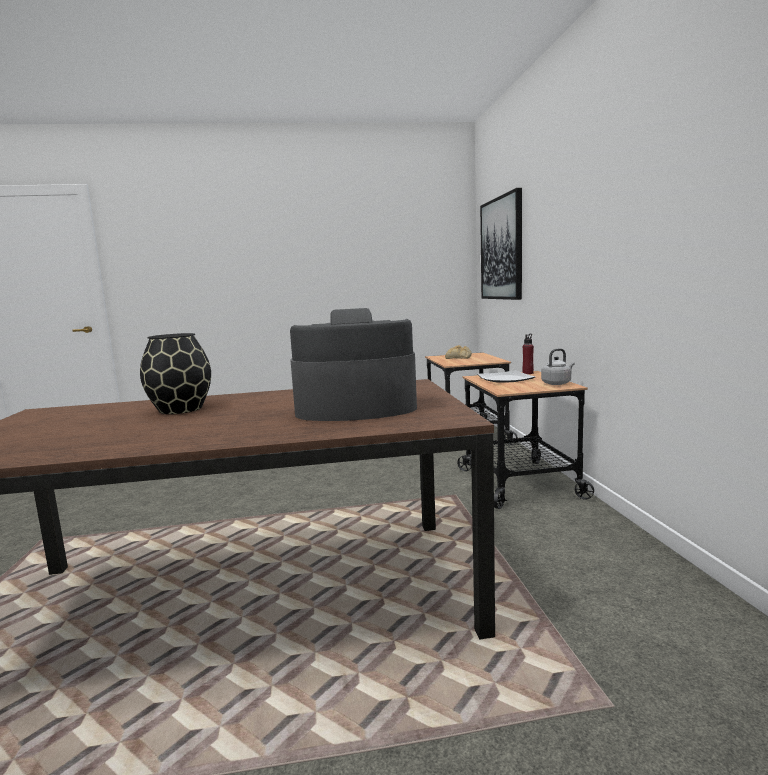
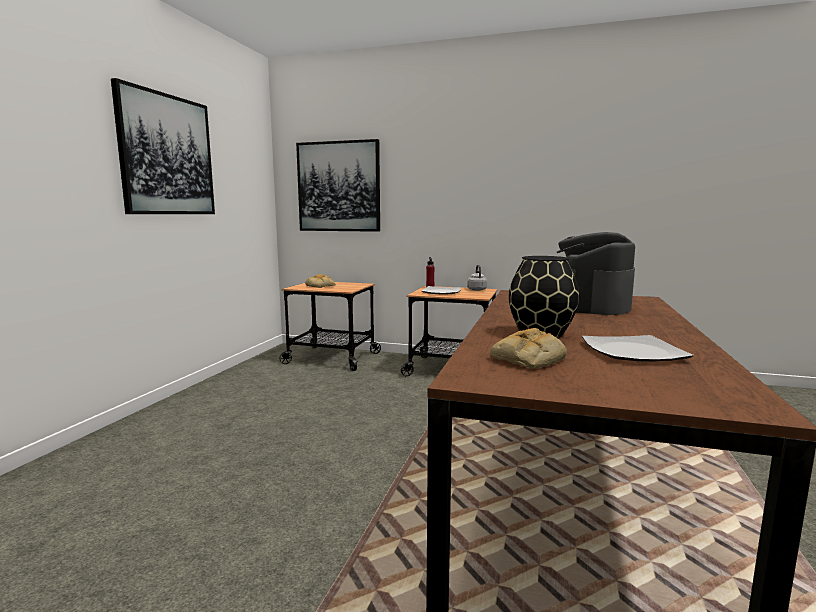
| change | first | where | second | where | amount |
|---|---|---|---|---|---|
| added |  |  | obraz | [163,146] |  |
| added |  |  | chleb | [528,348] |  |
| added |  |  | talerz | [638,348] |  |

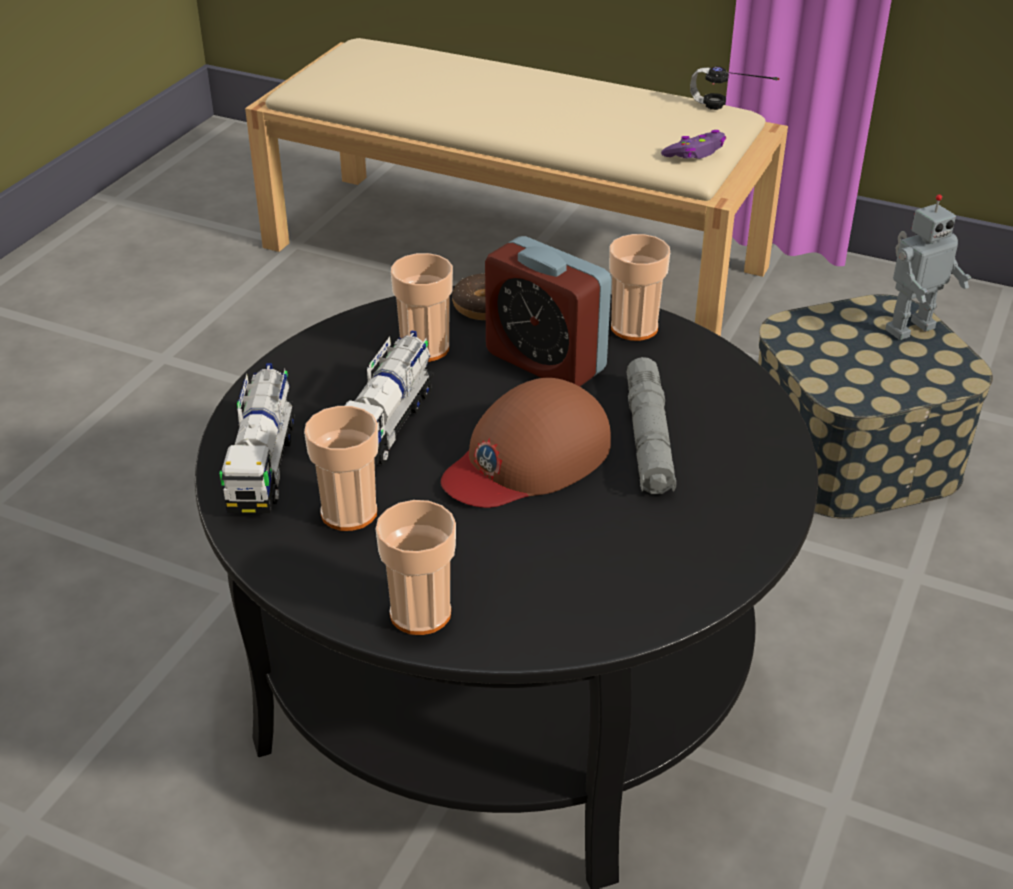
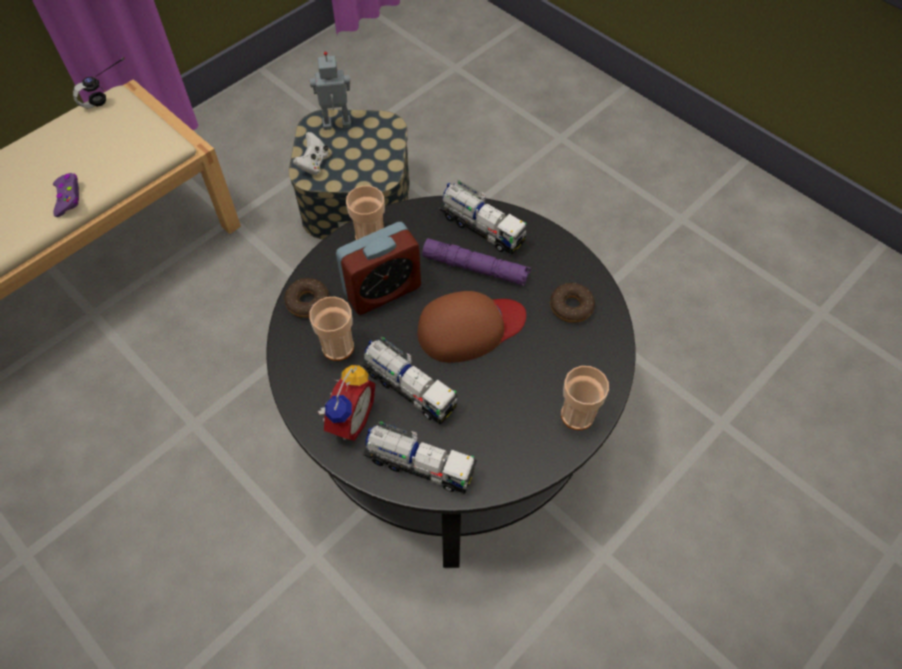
| change | first | where | second | where | amount |
|---|---|---|---|---|---|
| removed | filiżanka | [341,468] |  |  |  |
| turned | czapka z daszkiem [brązowy] | [526,443] |  | [471,327] | 90 degrees counterclockwise |
| recoloured | latarka [szary] | [651,425] | latarka [fioletowy] | [476,262] |  |
| moved | pad do gier [fioletowy] | [693,144] |  | [66,195] |  |
| turned | robot zabawkowy | [928,267] |  | [330,90] | 90 degrees counterclockwise |
| added |  |  | pad do gier [biały] | [310,153] |  |
| added |  |  | budzik | [346,403] |  |
| added |  |  | ciężarówka zabawkowa | [483,217] |  |
| added |  |  | donut | [572,303] |  |

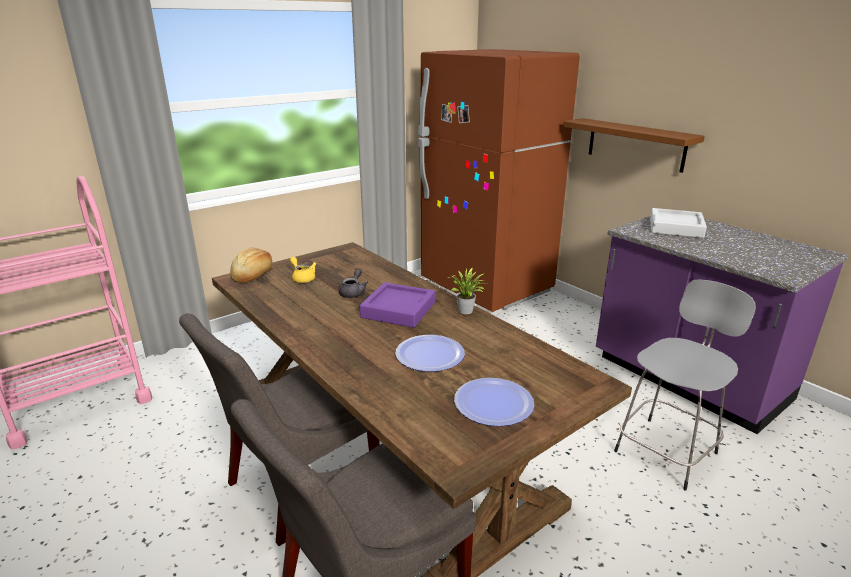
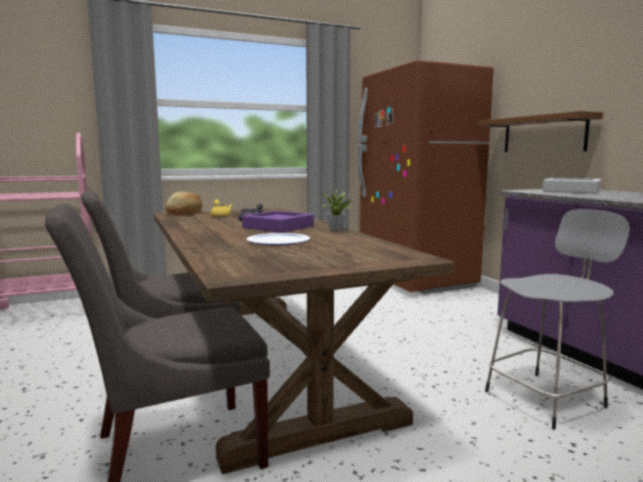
| change | first | where | second | where | amount |
|---|---|---|---|---|---|
| removed | talerz | [494,402] |  |  |  |

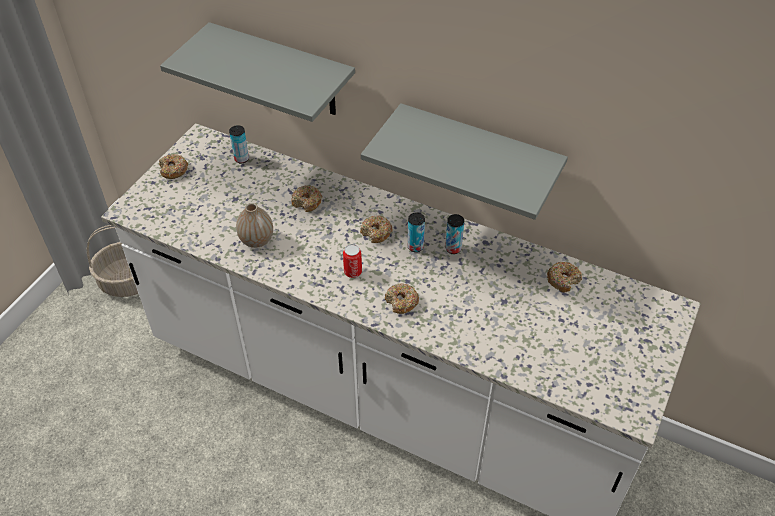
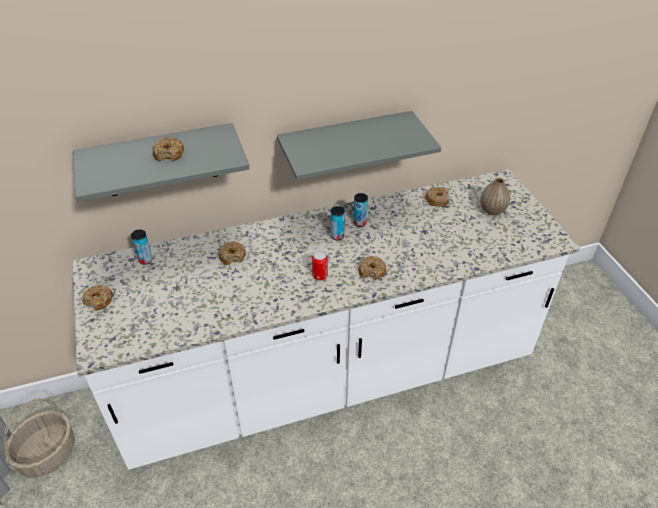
| change | first | where | second | where | amount |
|---|---|---|---|---|---|
| moved | wazon | [254,225] |  | [495,196] |  |
| moved | donut | [376,229] |  | [168,149] |  |

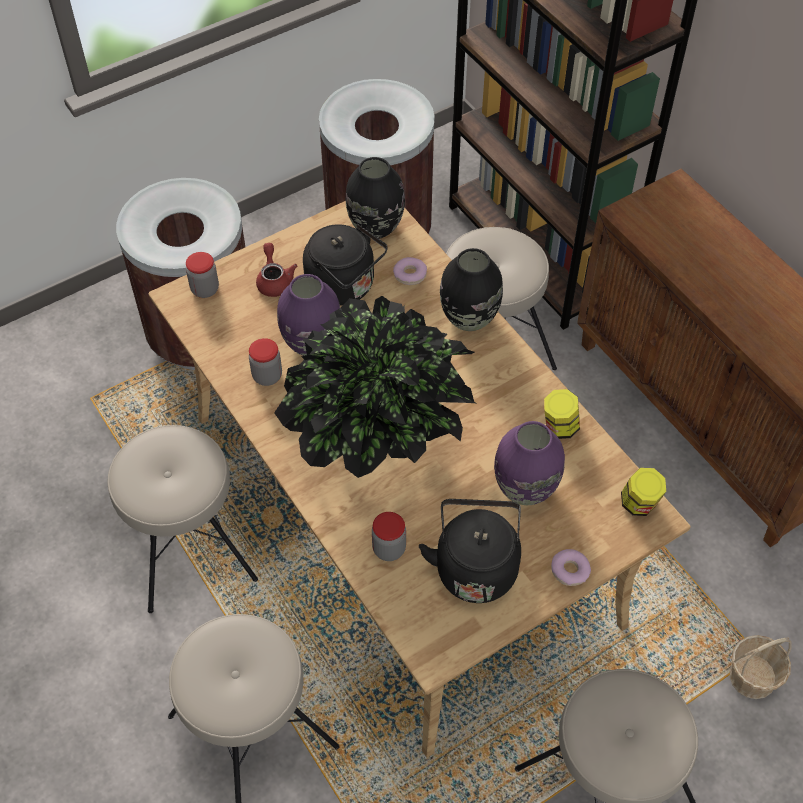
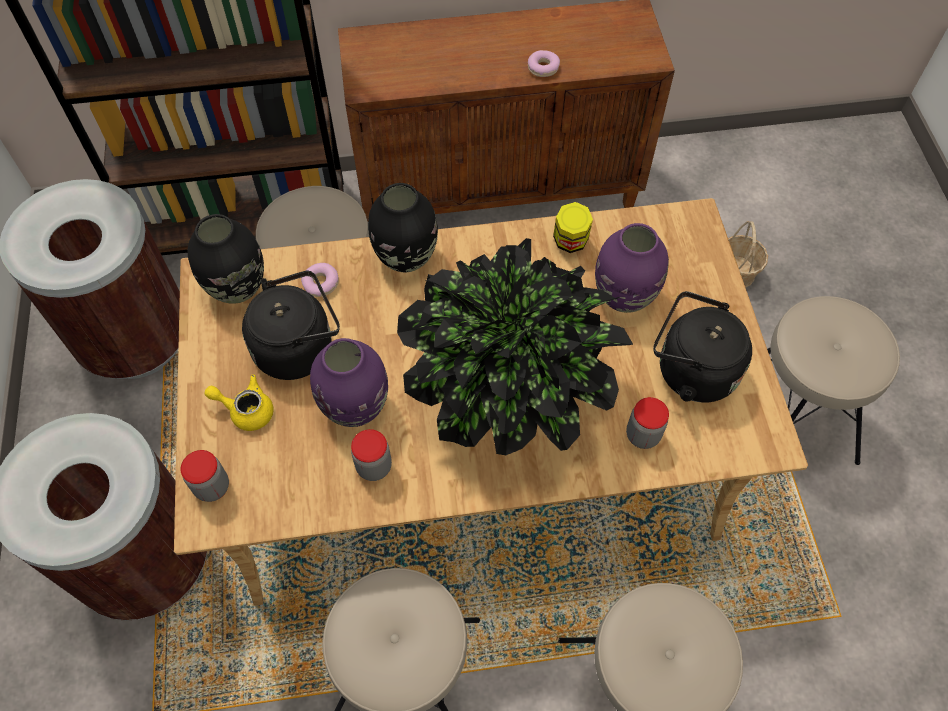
| change | first | where | second | where | amount |
|---|---|---|---|---|---|
| recoloured | imbryk [czerwony] | [276,270] | imbryk [żółty] | [239,403] |  |
| moved | donut | [571,567] |  | [544,63] |  |
| removed | słoik | [643,492] |  |  |  |

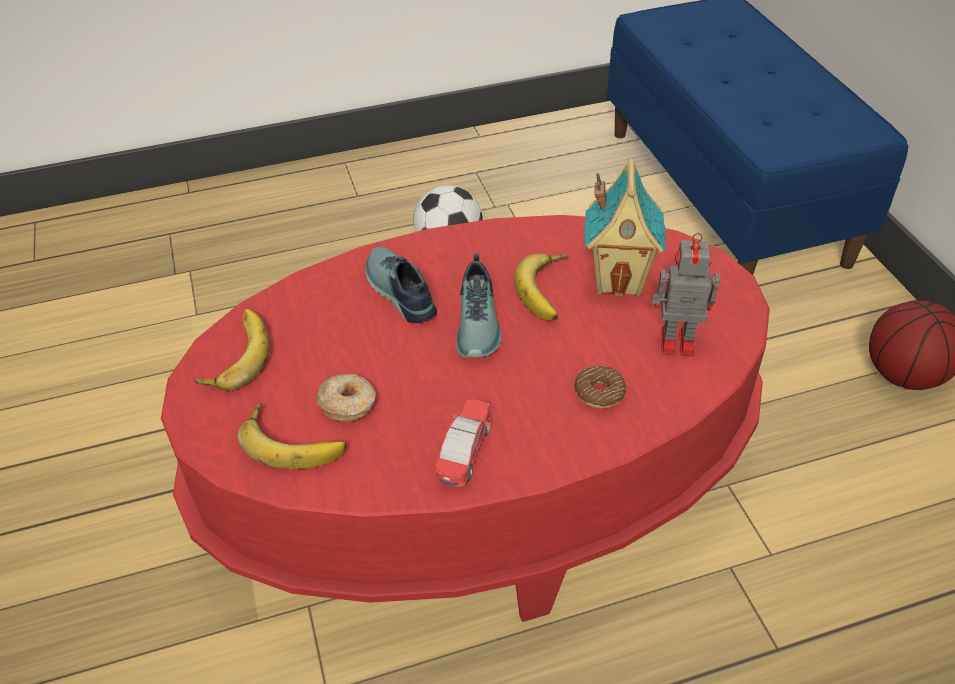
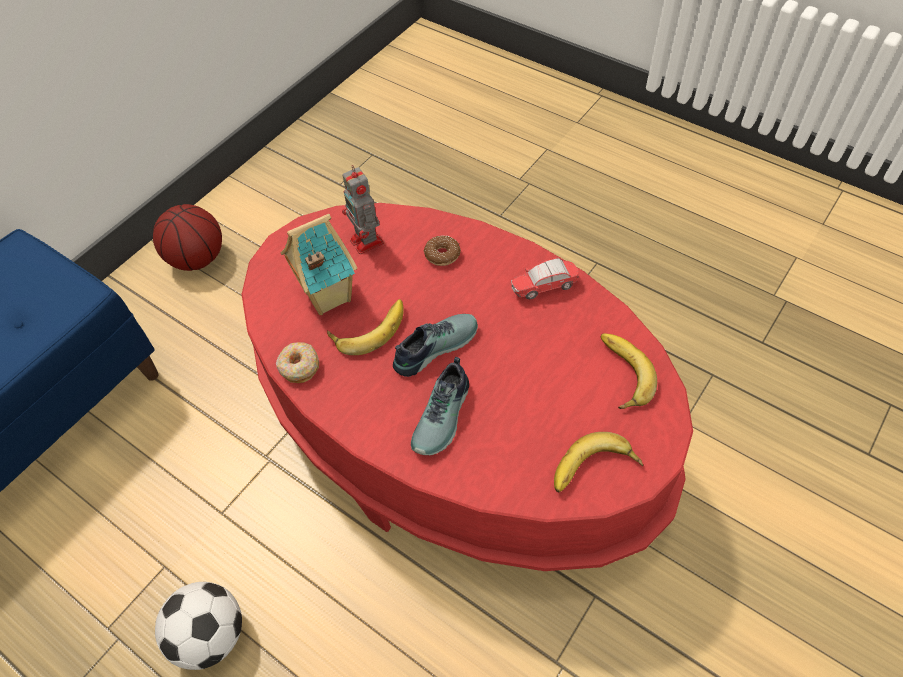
| change | first | where | second | where | amount |
|---|---|---|---|---|---|
| moved | donut | [346,397] |  | [297,362] |  |

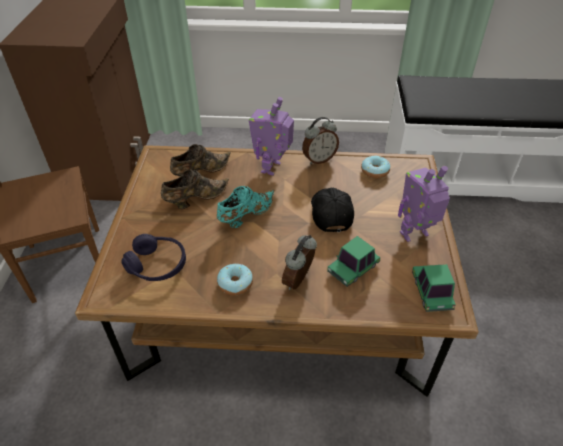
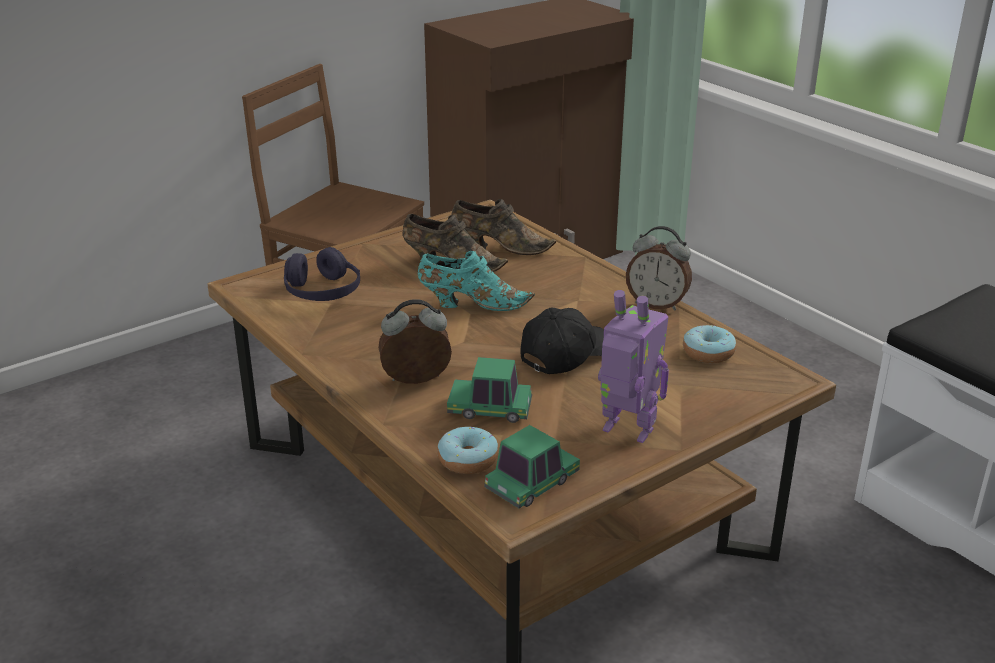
| change | first | where | second | where | amount |
|---|---|---|---|---|---|
| moved | donut | [235,280] |  | [467,450] |  |
| removed | robot zabawkowy | [271,136] |  |  |  |

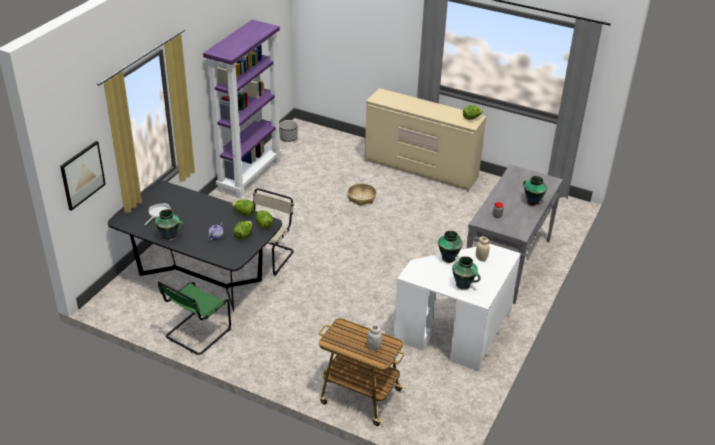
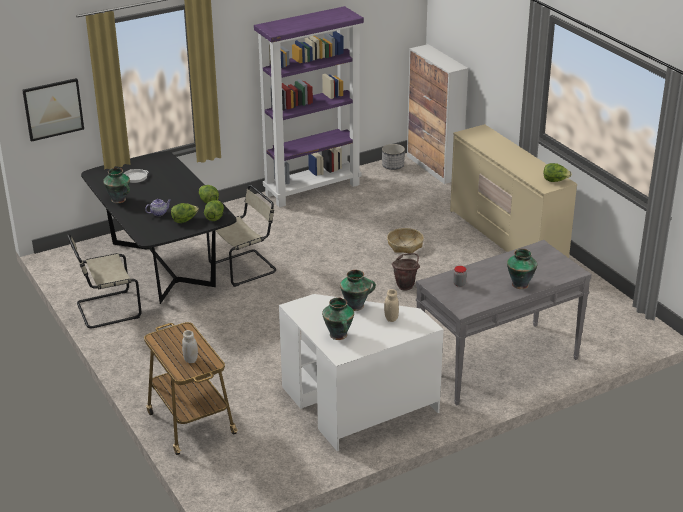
| change | first | where | second | where | amount |
|---|---|---|---|---|---|
| recoloured | krzesło [zielony] | [194,318] | krzesło [beżowy] | [104,281] |  |
| added |  |  | wiadro [brązowy] | [406,272] |  |
| added |  |  | szafka | [437,114] |  |

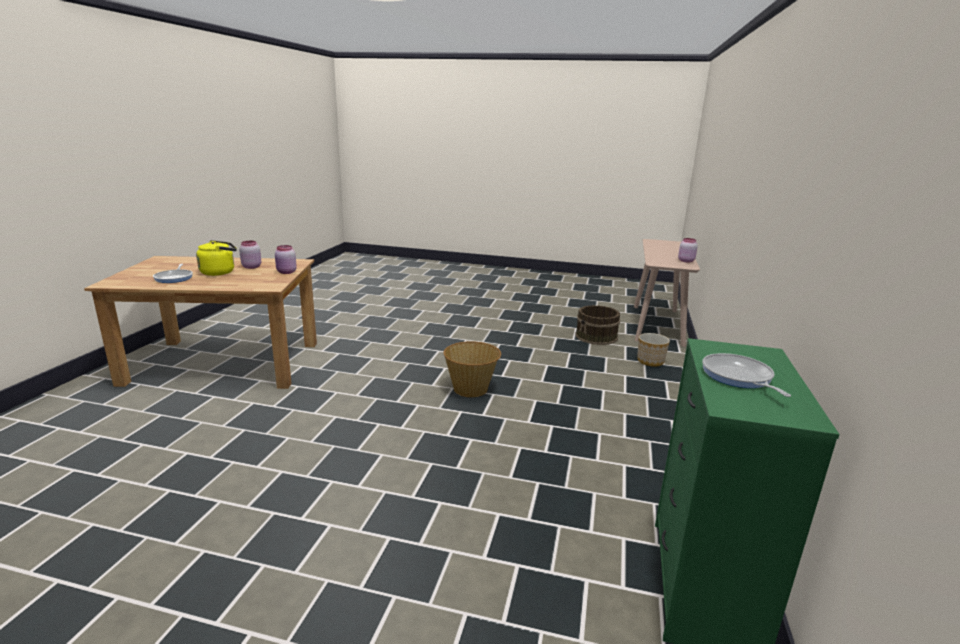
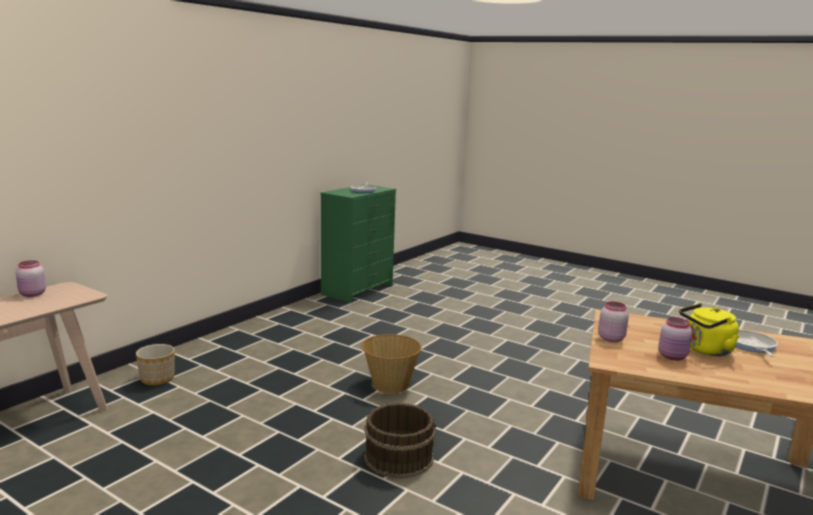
| change | first | where | second | where | amount |
|---|---|---|---|---|---|
| moved | wiadro [brązowy] | [597,325] |  | [400,441] |  |

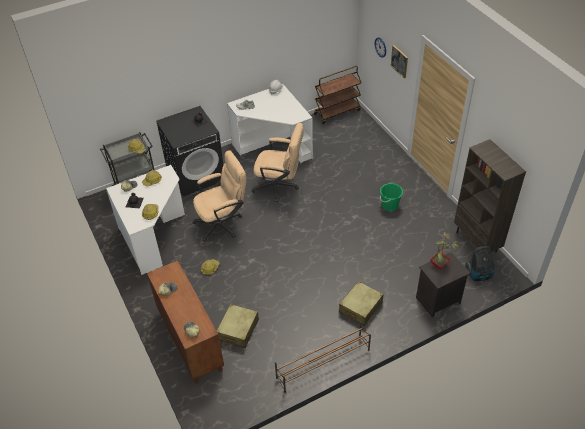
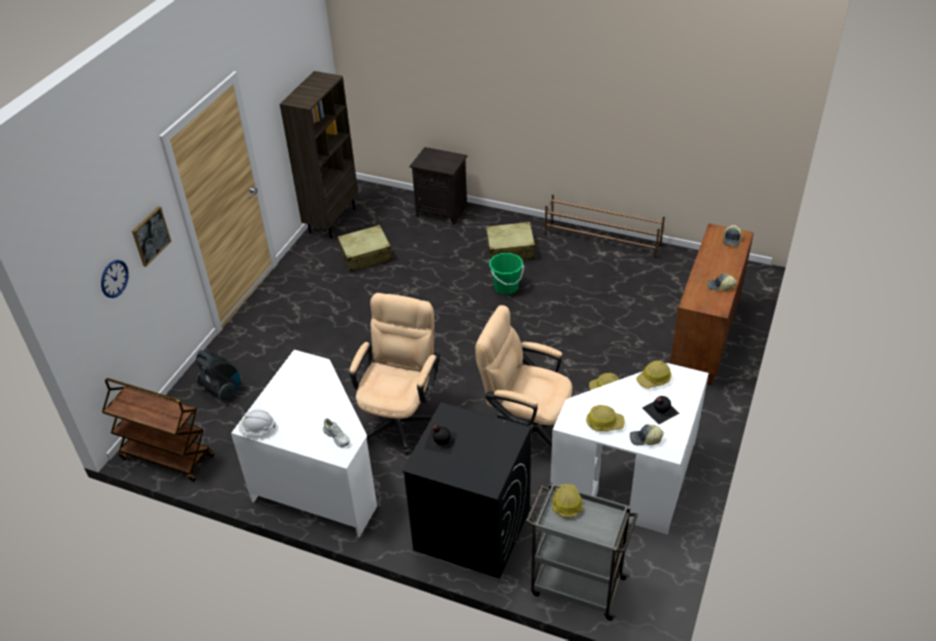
| change | first | where | second | where | amount |
|---|---|---|---|---|---|
| moved | walizka [beżowy] | [237,326] |  | [365,248] |  |
| turned | krzesło biurowe [beżowy] | [277,162] |  | [395,374] | 45 degrees clockwise |
| moved | wiadro [zielony] | [391,197] |  | [506,274] |  |
| removed | roślina doniczkowa | [444,251] |  |  |  |
| moved | odkurzacz | [480,263] |  | [218,375] |  |

